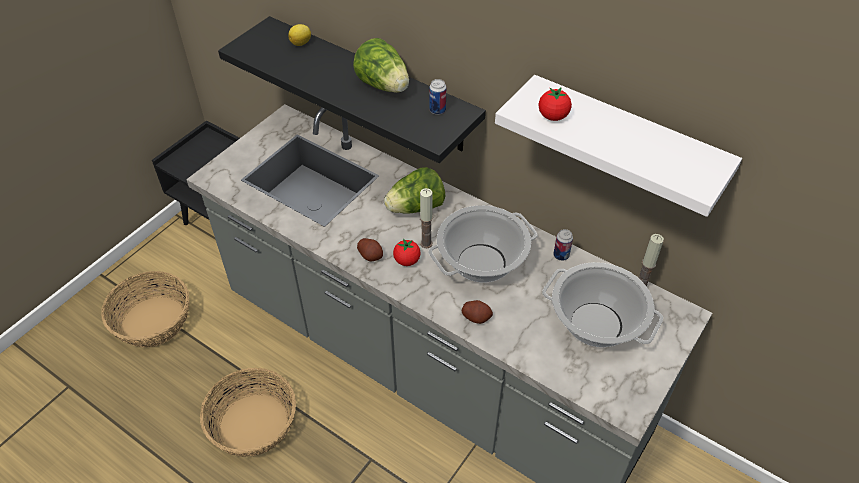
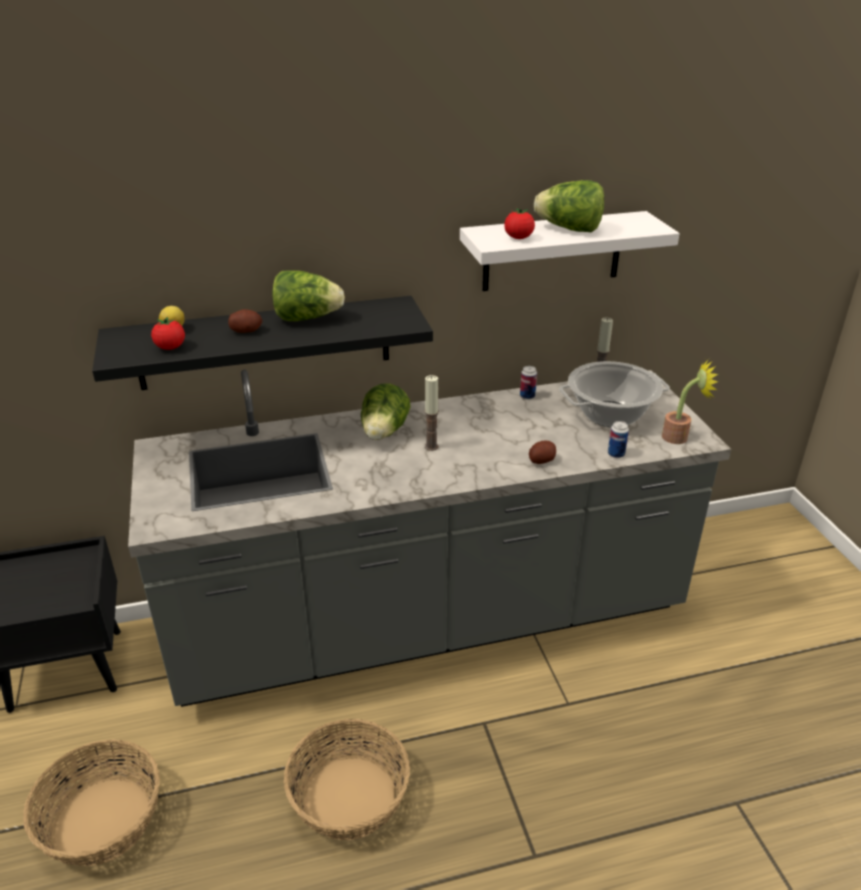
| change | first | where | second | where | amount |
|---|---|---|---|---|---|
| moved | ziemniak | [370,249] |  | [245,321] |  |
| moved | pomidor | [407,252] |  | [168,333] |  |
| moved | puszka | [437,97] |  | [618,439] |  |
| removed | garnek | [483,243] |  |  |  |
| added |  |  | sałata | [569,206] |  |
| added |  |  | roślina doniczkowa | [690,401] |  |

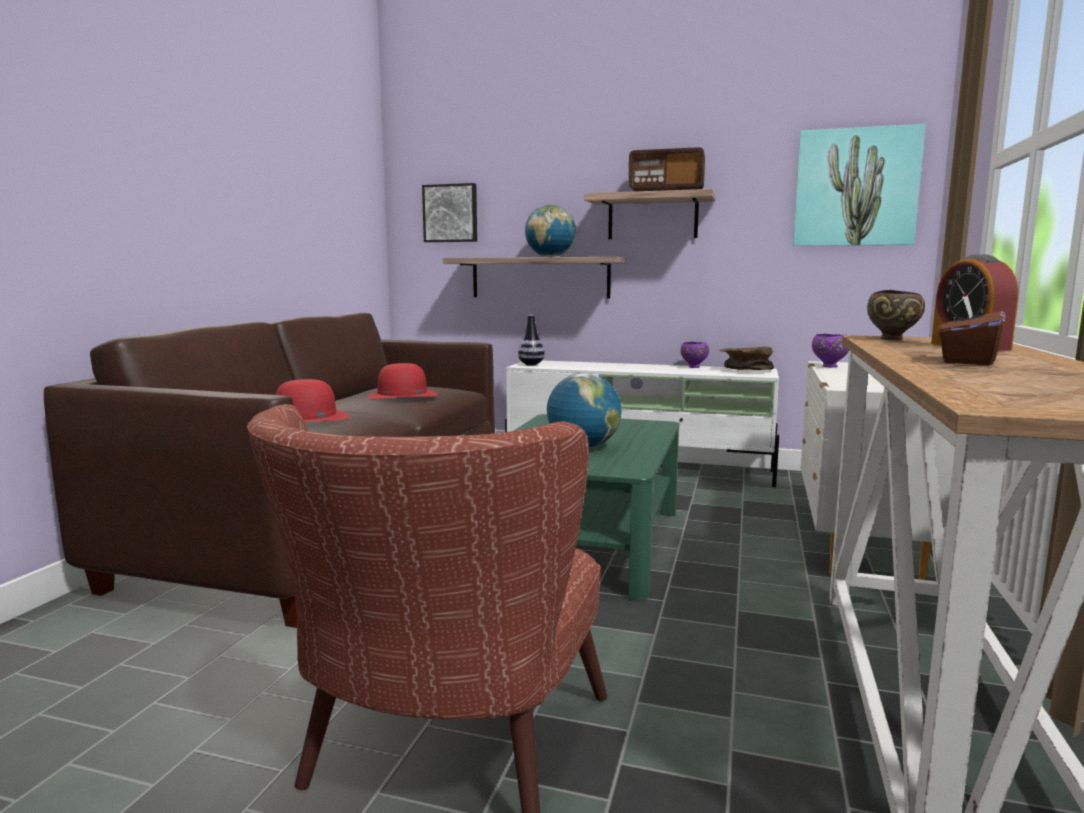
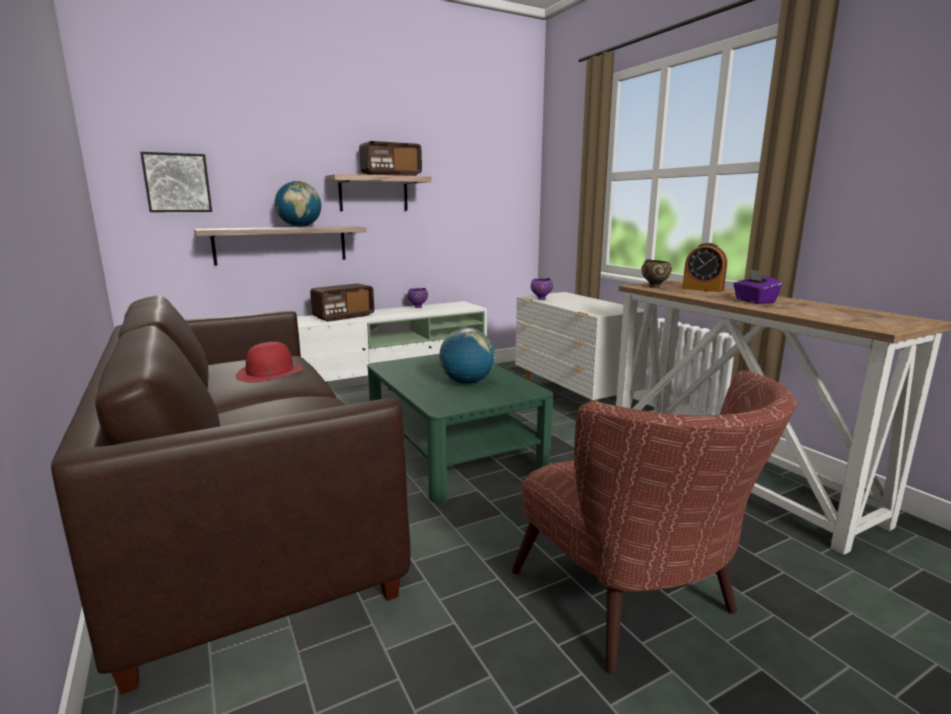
| change | first | where | second | where | amount |
|---|---|---|---|---|---|
| removed | kapelusz [czerwony] | [312,400] |  |  |  |
| removed | wazon | [531,340] |  |  |  |
| removed | miska [brązowy] | [747,358] |  |  |  |
| removed | obraz | [859,185] |  |  |  |
| recoloured | pudełko chusteczek [brązowy] | [972,330] | pudełko chusteczek [fioletowy] | [757,286] |  |
| added |  |  | radio | [342,302] |  |

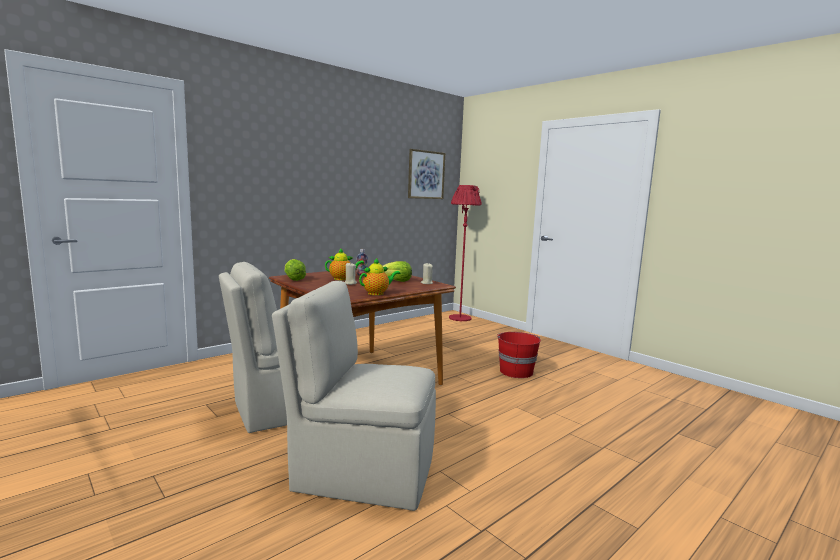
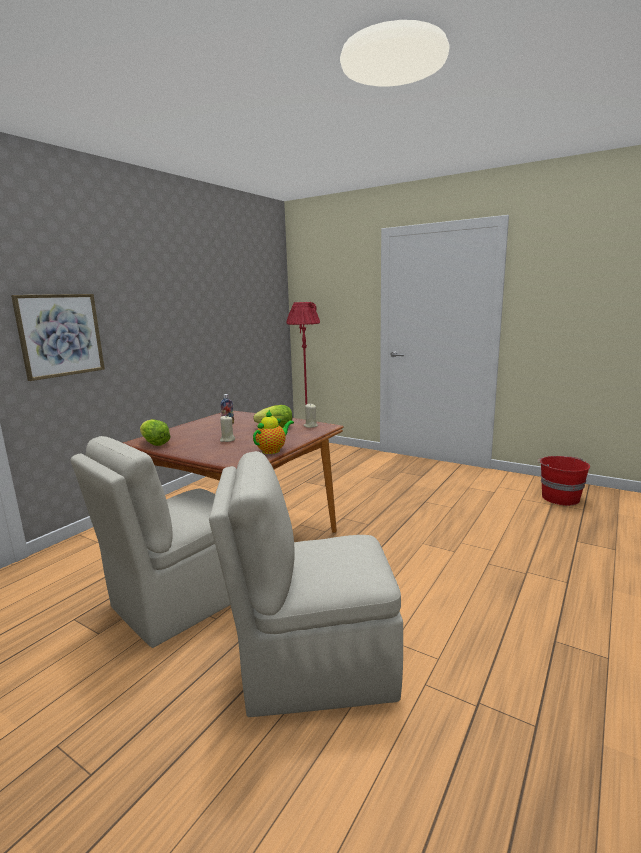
| change | first | where | second | where | amount |
|---|---|---|---|---|---|
| removed | imbryk | [344,264] |  |  |  |
| moved | obraz | [426,174] |  | [58,337] |  |
| moved | wiadro [czerwony] | [519,355] |  | [564,481] |  |

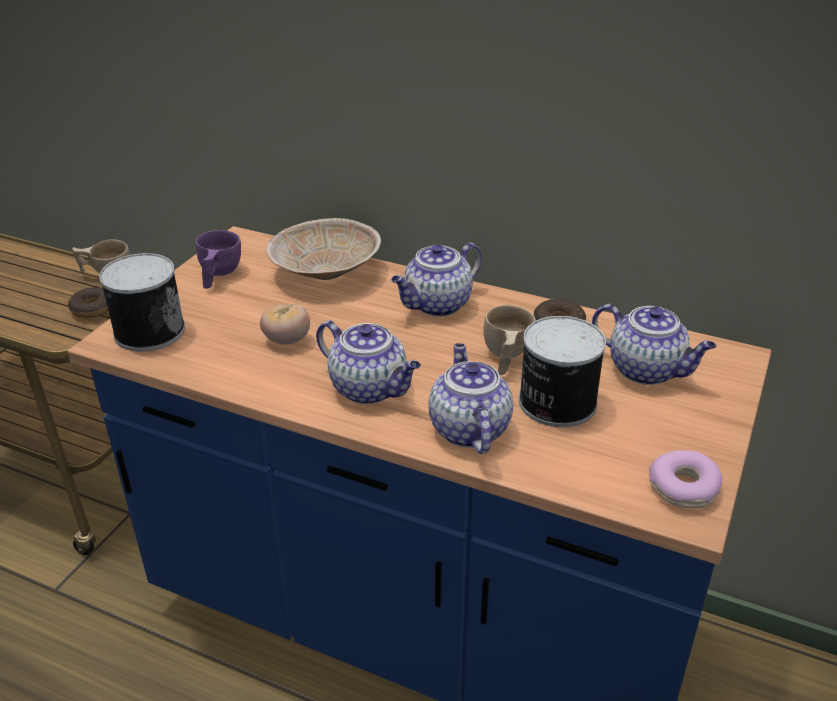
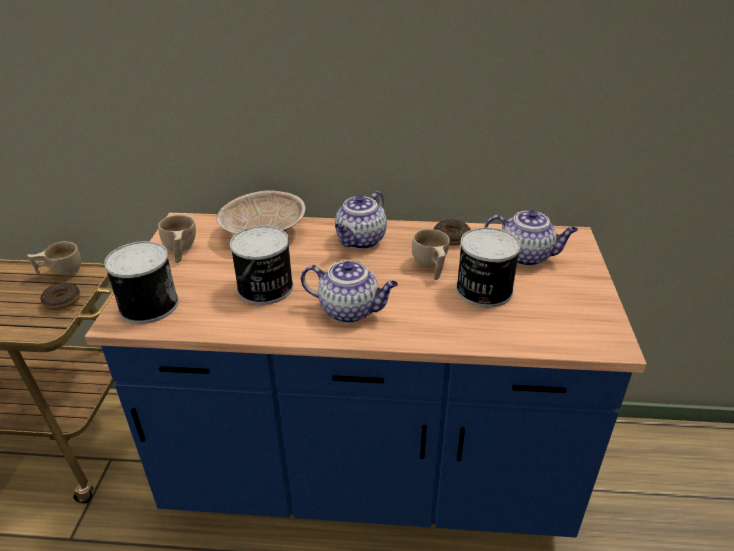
| change | first | where | second | where | amount |
|---|---|---|---|---|---|
| recoloured | filiżanka [fioletowy] | [218,259] | filiżanka [beżowy] | [177,239] |  |
| replaced | pomidor | [285,324] | puszka | [261,265] |  |
| removed | imbryk | [470,398] |  |  |  |
| removed | donut | [685,479] |  |  |  |

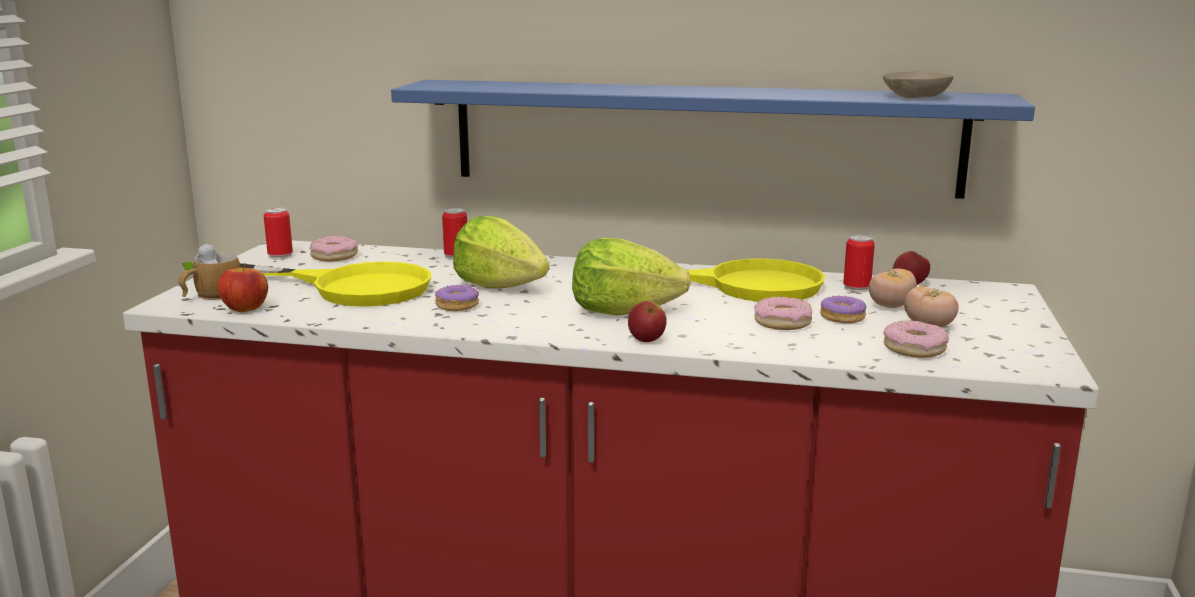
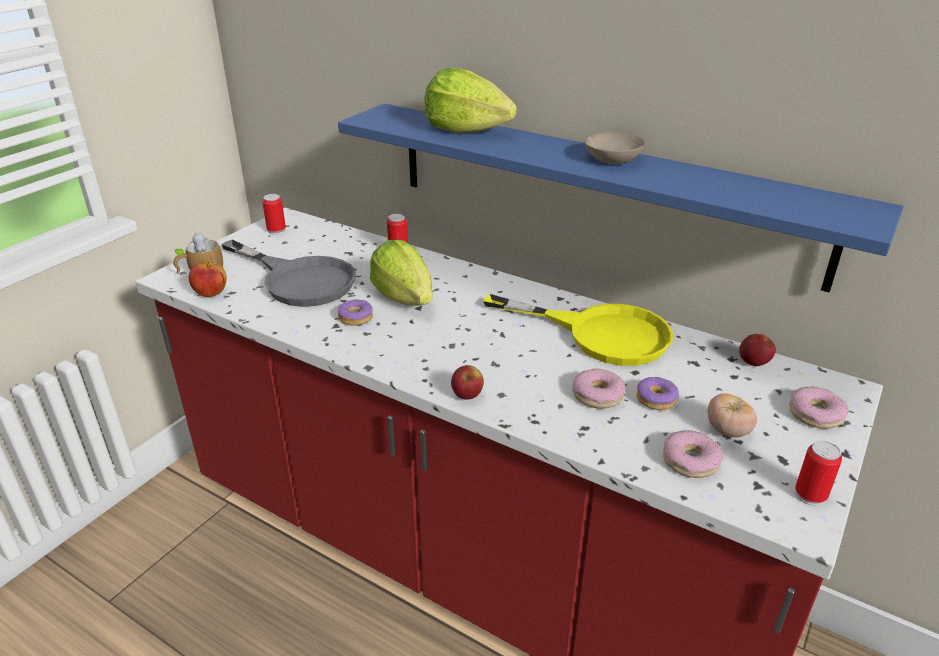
| change | first | where | second | where | amount |
|---|---|---|---|---|---|
| recoloured | patelnia [żółty] | [335,284] | patelnia [szary] | [288,273] |  |
| moved | donut | [334,248] |  | [818,408] |  |
| moved | sałata | [631,277] |  | [470,100] |  |
| moved | puszka | [859,263] |  | [818,473] |  |
| removed | pomidor | [893,288] |  |  |  |
| moved | miska [beżowy] | [918,84] |  | [615,148] |  |

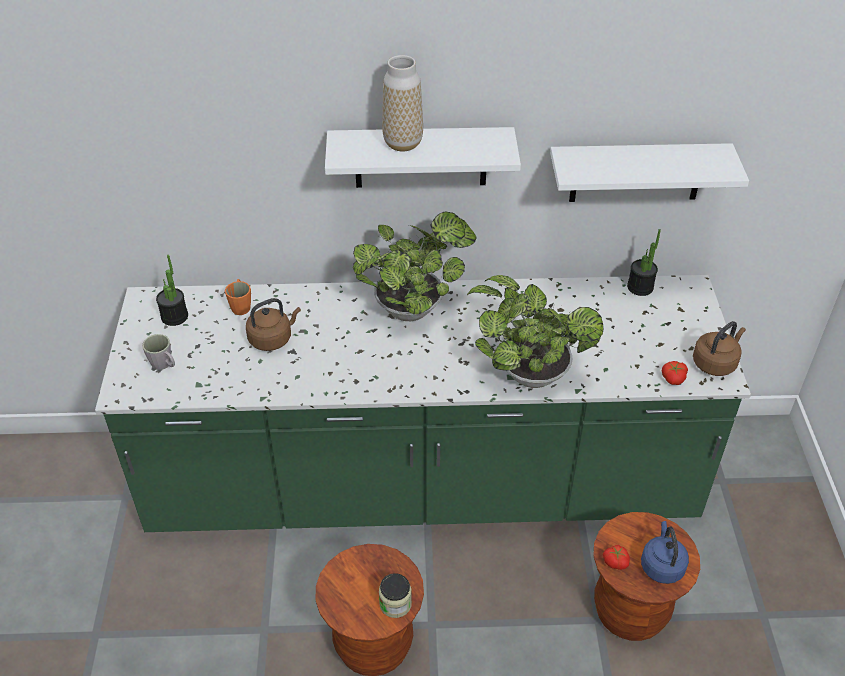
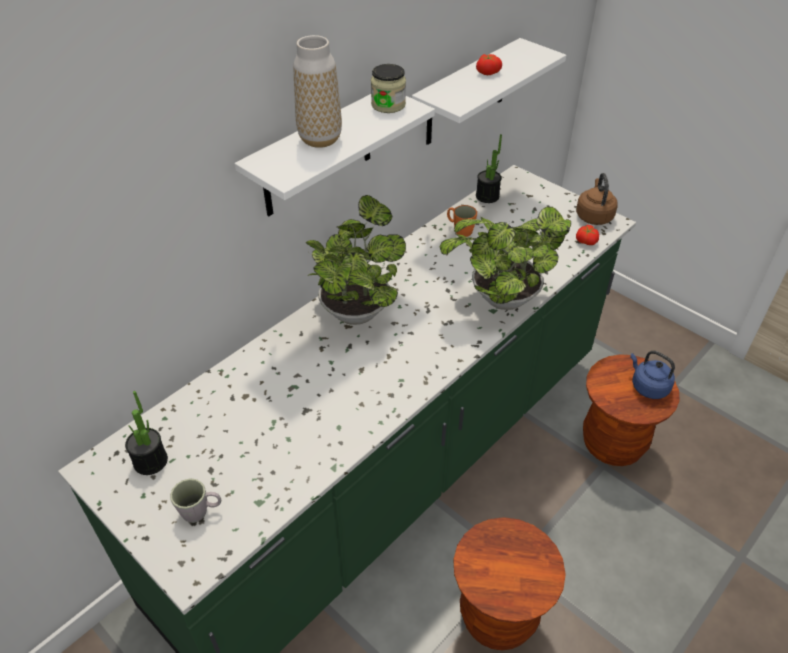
| change | first | where | second | where | amount |
|---|---|---|---|---|---|
| moved | kubek [pomarańczowy] | [238,297] |  | [462,221] |  |
| removed | czajnik [brązowy] | [273,324] |  |  |  |
| moved | słoik | [395,595] |  | [388,88] |  |
| moved | pomidor | [616,557] |  | [489,64] |  |

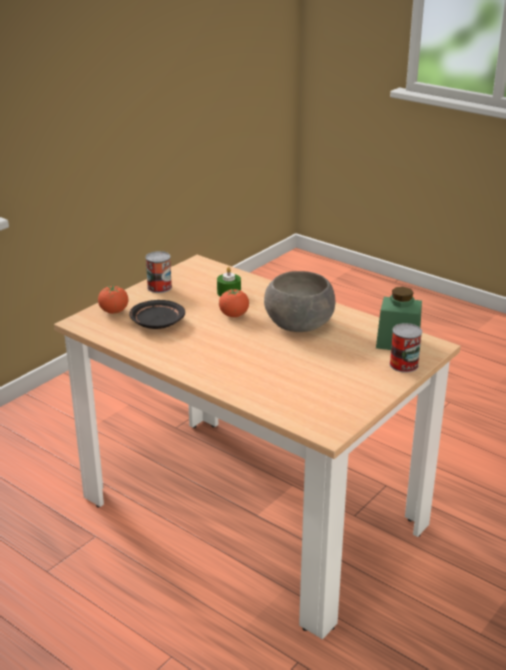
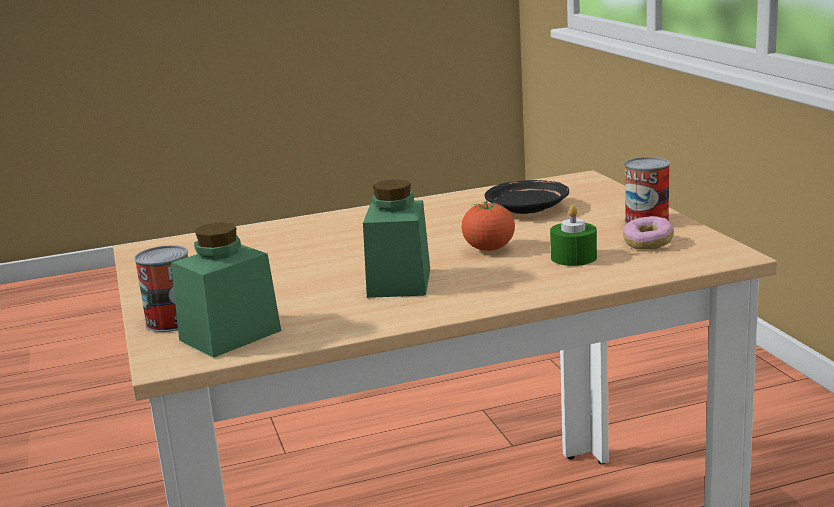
| change | first | where | second | where | amount |
|---|---|---|---|---|---|
| removed | pomidor | [113,299] |  |  |  |
| replaced | miska [szary] | [299,301] | słoik [zielony] | [396,238] |  |
| added |  |  | donut | [648,233] |  |

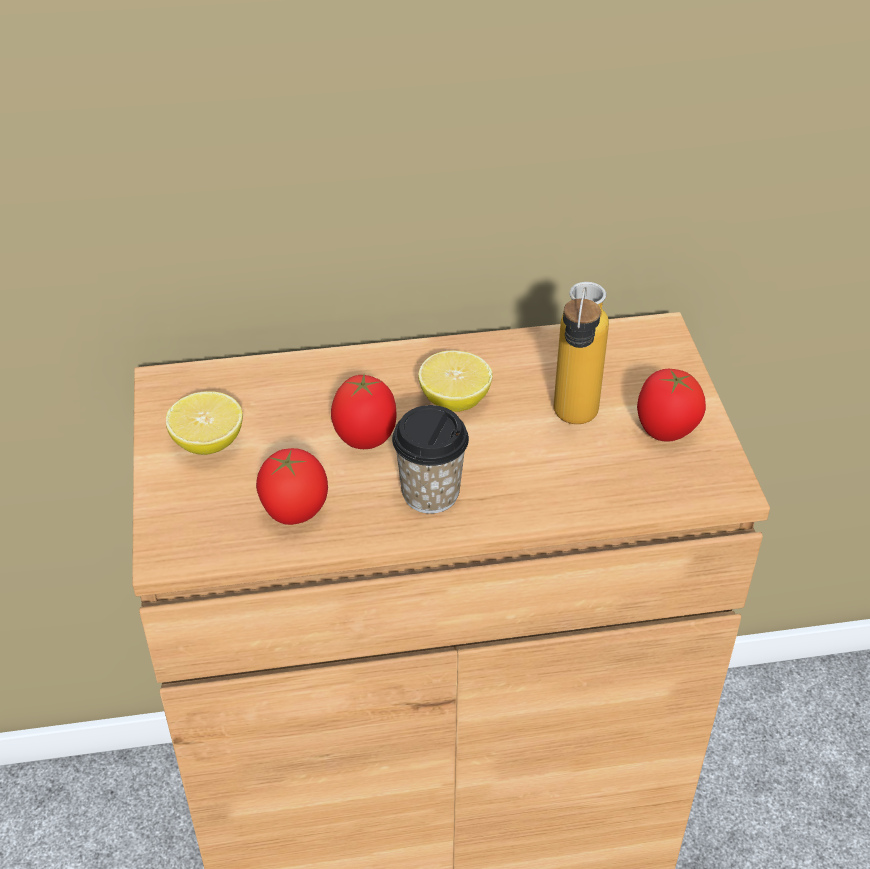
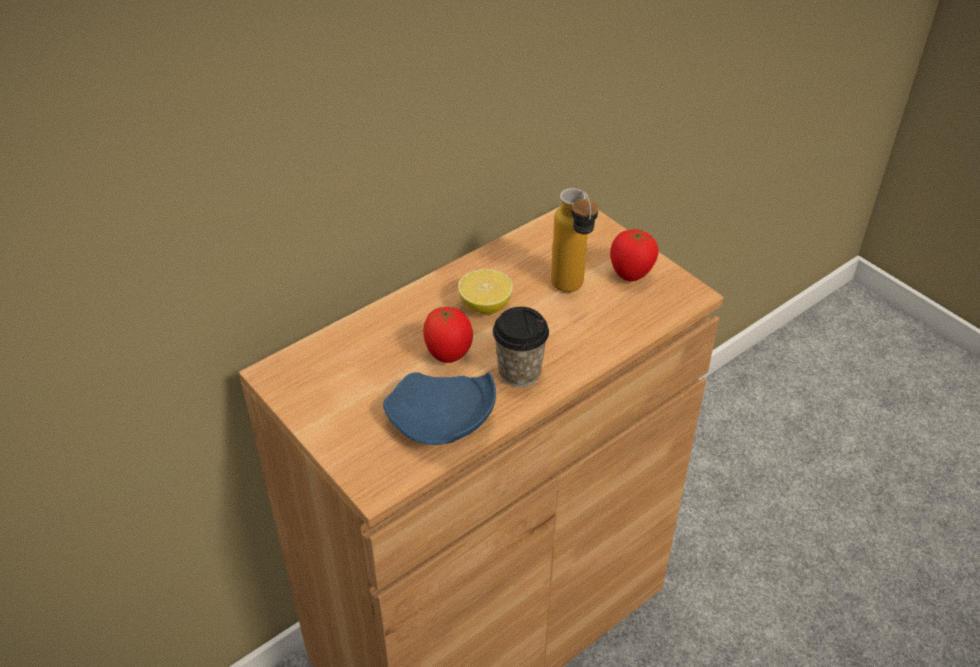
| change | first | where | second | where | amount |
|---|---|---|---|---|---|
| removed | cytryna | [204,423] |  |  |  |
| replaced | pomidor | [292,486] | talerz [niebieski] | [439,408] |  |

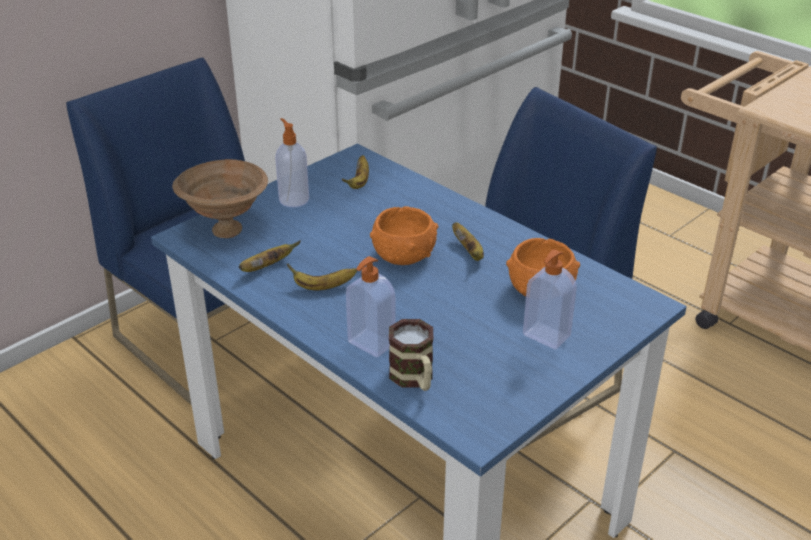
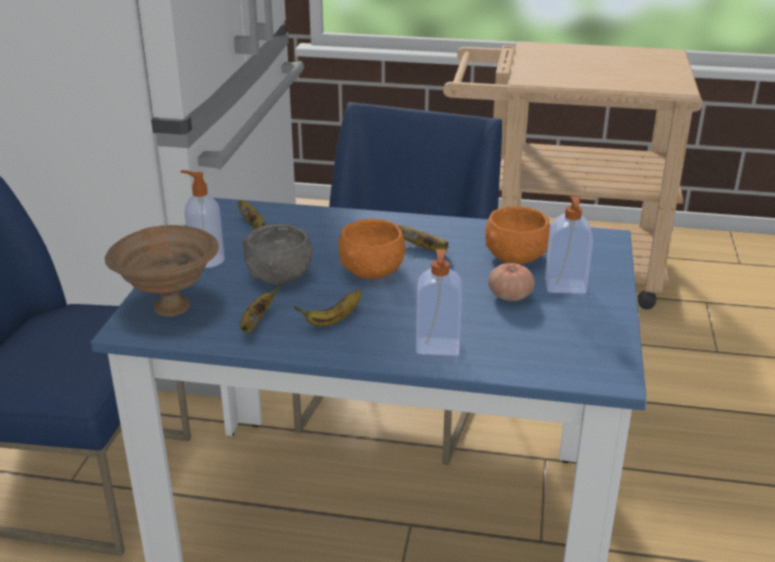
| change | first | where | second | where | amount |
|---|---|---|---|---|---|
| removed | kubek | [411,355] |  |  |  |
| added |  |  | miska [szary] | [277,254] |  |
| added |  |  | pomidor | [511,282] |  |

